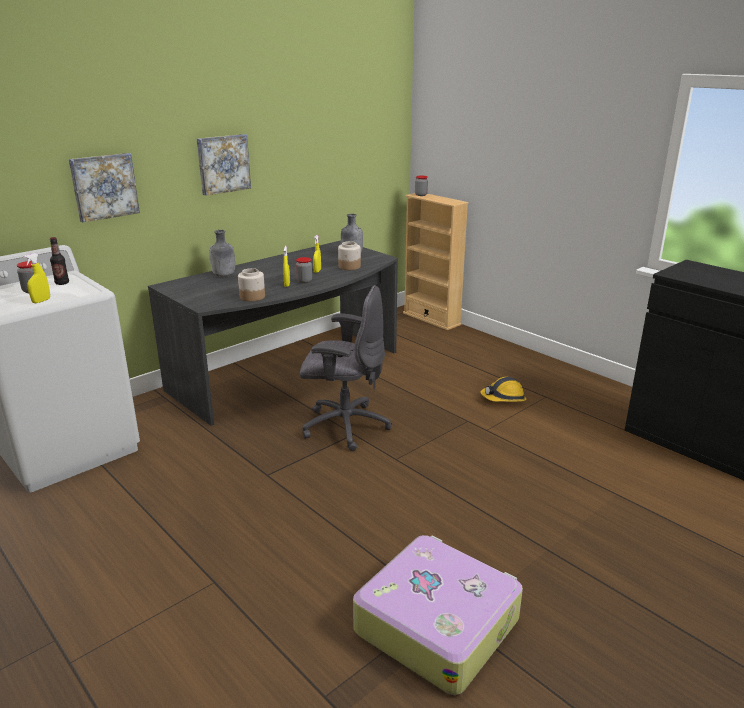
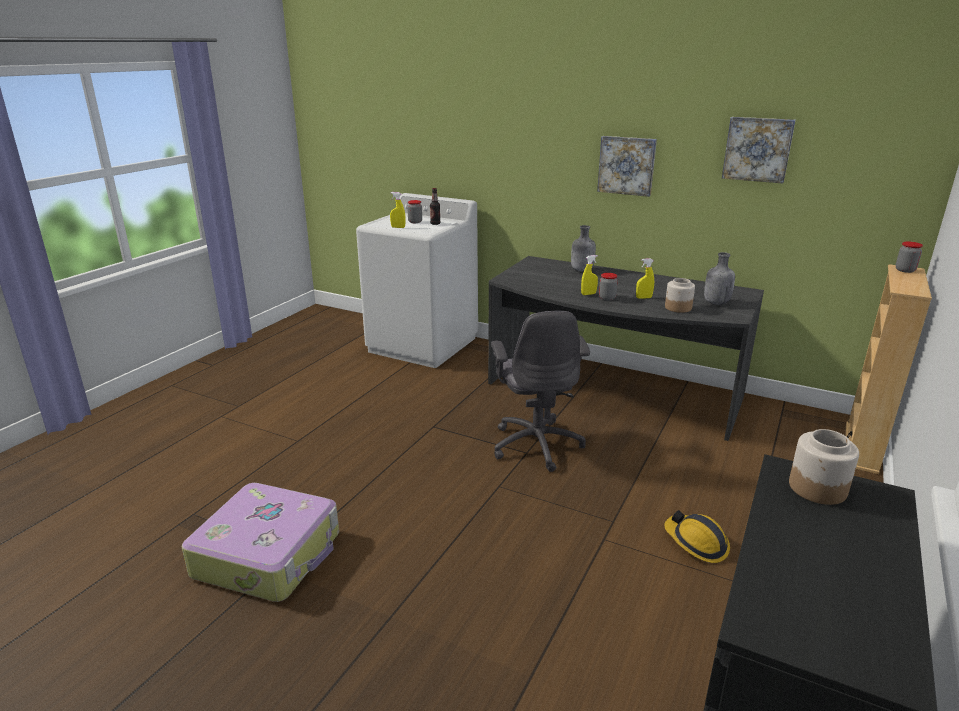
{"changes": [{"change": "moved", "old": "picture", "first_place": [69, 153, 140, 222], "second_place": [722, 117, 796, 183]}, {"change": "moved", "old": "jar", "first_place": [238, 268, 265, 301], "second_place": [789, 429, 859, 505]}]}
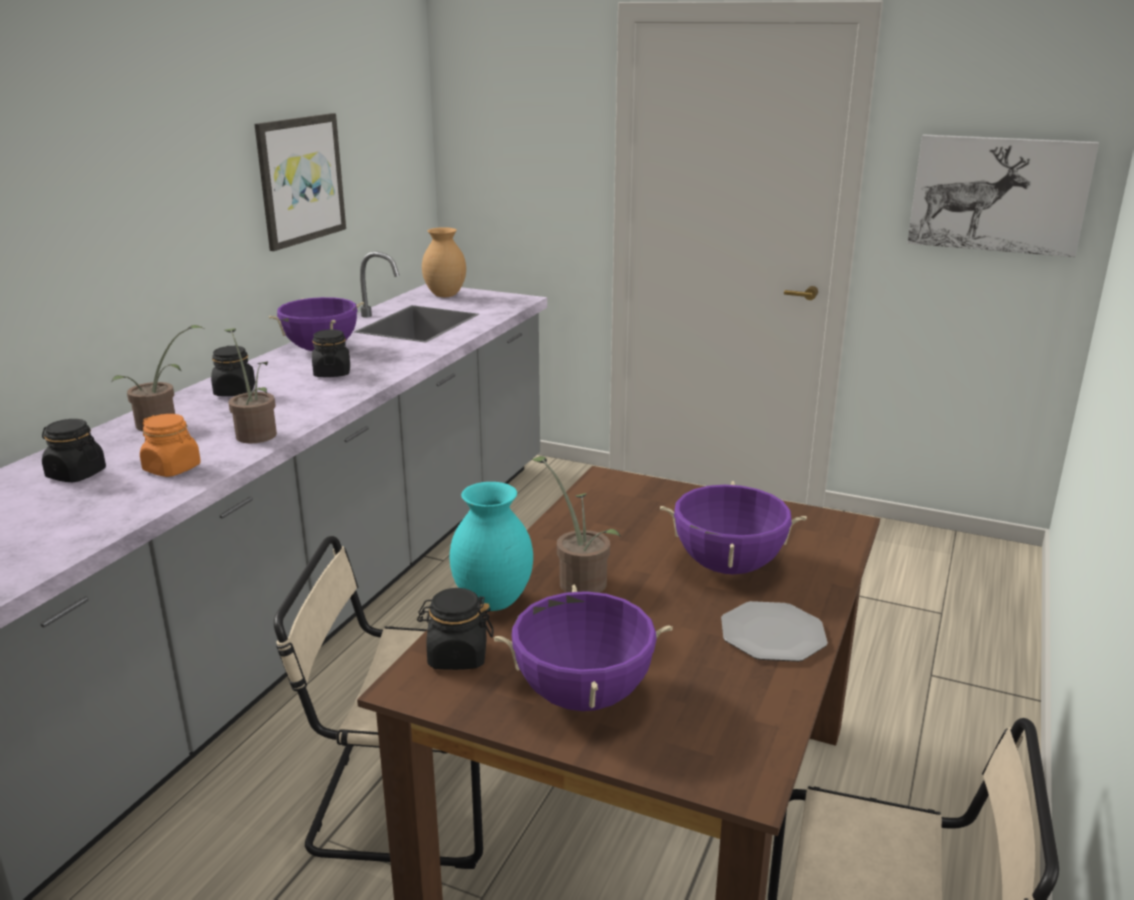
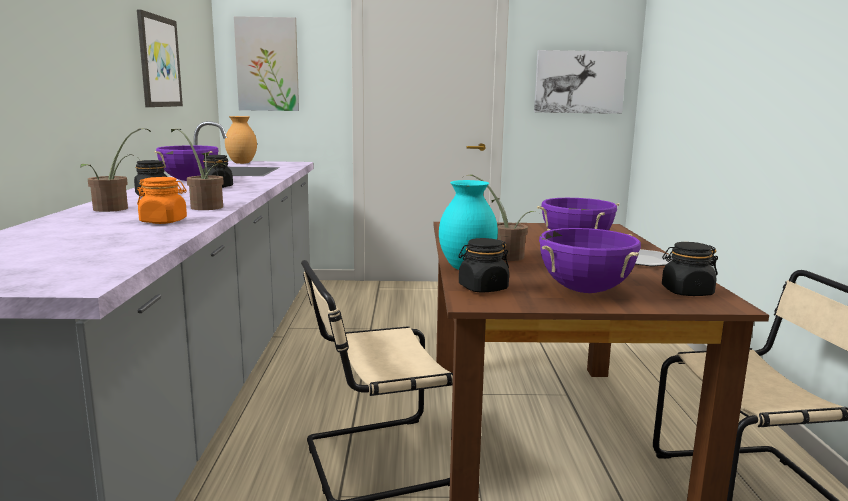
{"changes": [{"change": "moved", "old": "blackish jar", "first_place": [42, 419, 106, 482], "second_place": [662, 242, 718, 296]}, {"change": "added", "new": "picture", "second_place": [234, 16, 299, 111]}]}
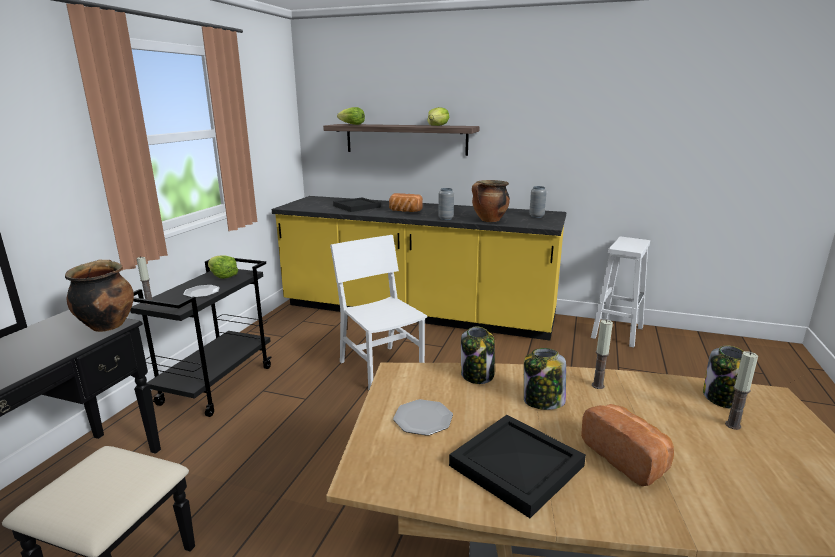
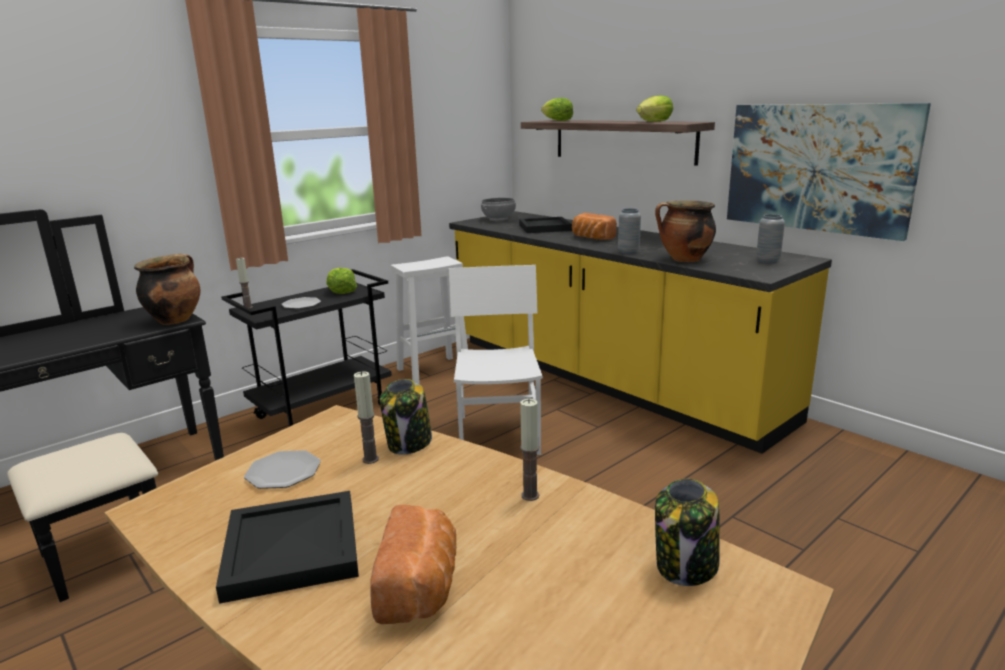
{"changes": [{"change": "removed", "old": "jar", "first_place": [524, 348, 566, 410]}, {"change": "moved", "old": "white sitting stool", "first_place": [591, 237, 650, 348], "second_place": [390, 256, 468, 384]}, {"change": "moved", "old": "wax light", "first_place": [725, 351, 758, 430], "second_place": [354, 371, 379, 464]}, {"change": "added", "new": "gray bowl", "second_place": [481, 198, 516, 221]}, {"change": "added", "new": "picture", "second_place": [727, 103, 931, 241]}]}
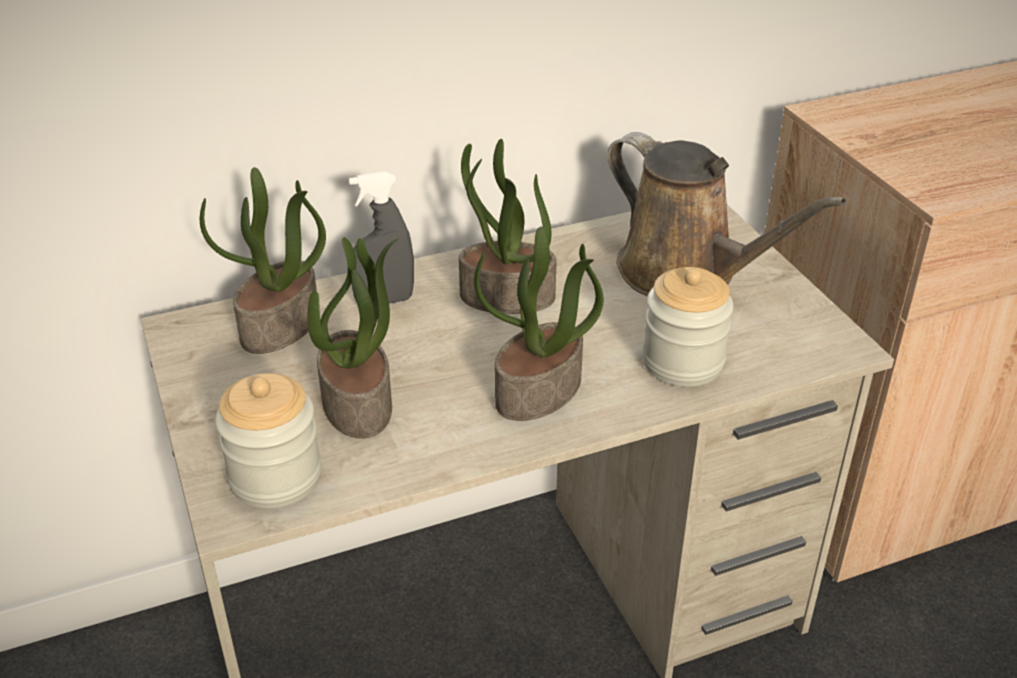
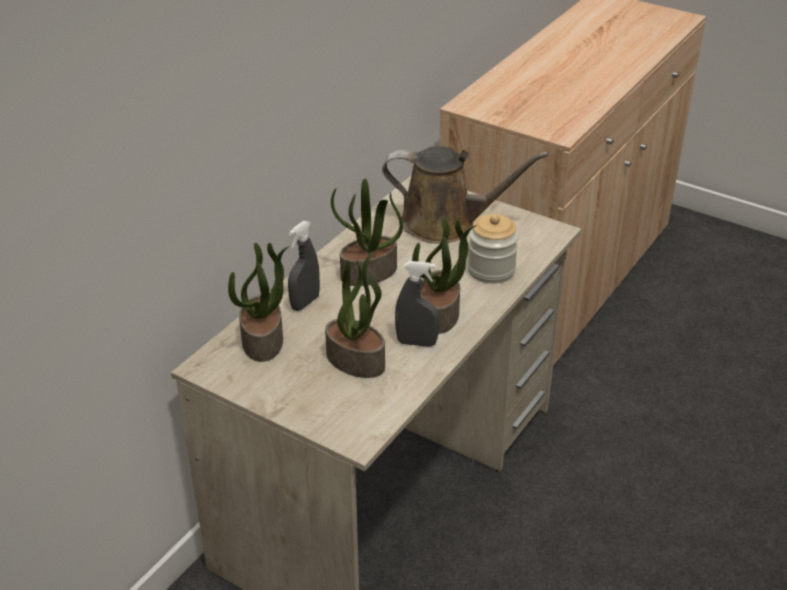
{"changes": [{"change": "removed", "old": "jar", "first_place": [215, 373, 321, 508]}, {"change": "added", "new": "gray sprayer", "second_place": [395, 261, 440, 347]}]}
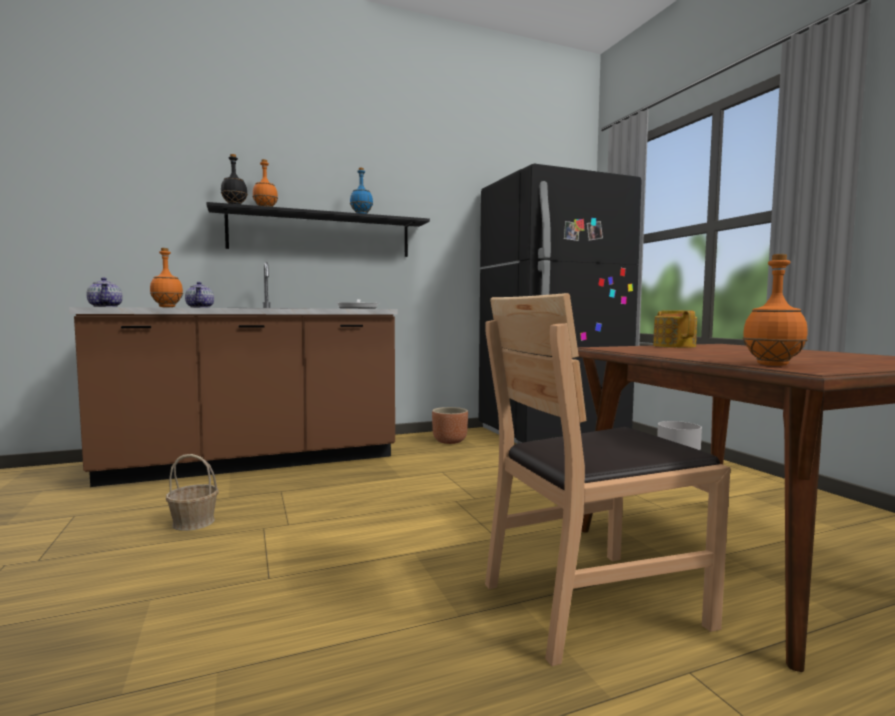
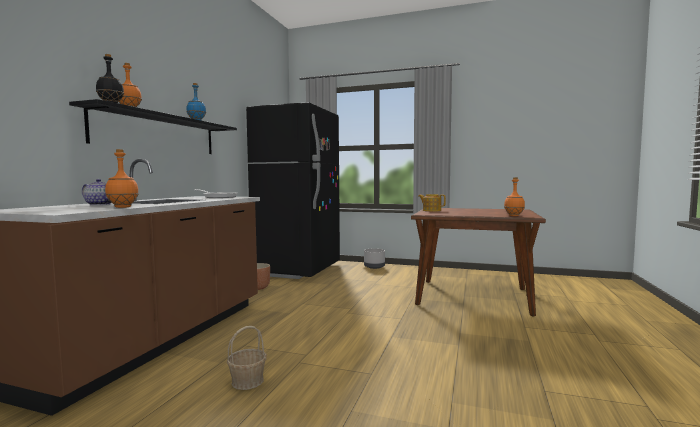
{"changes": [{"change": "removed", "old": "pot for tea", "first_place": [86, 277, 123, 307]}, {"change": "removed", "old": "brownish plain chair", "first_place": [485, 293, 730, 666]}]}
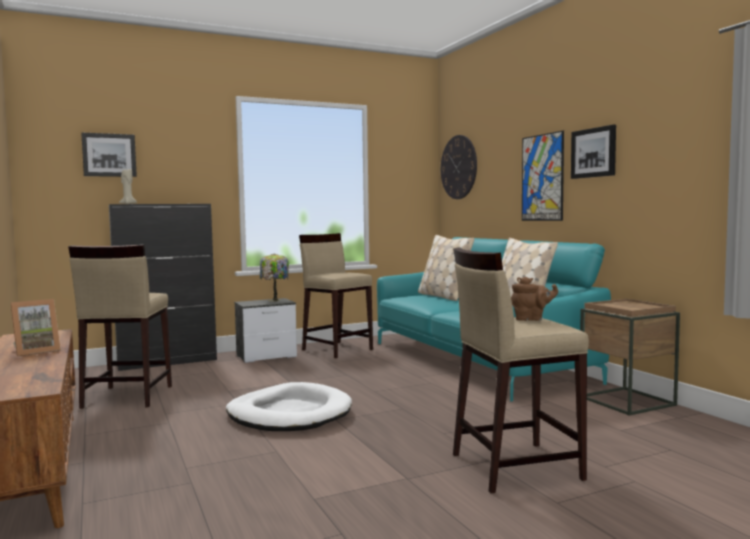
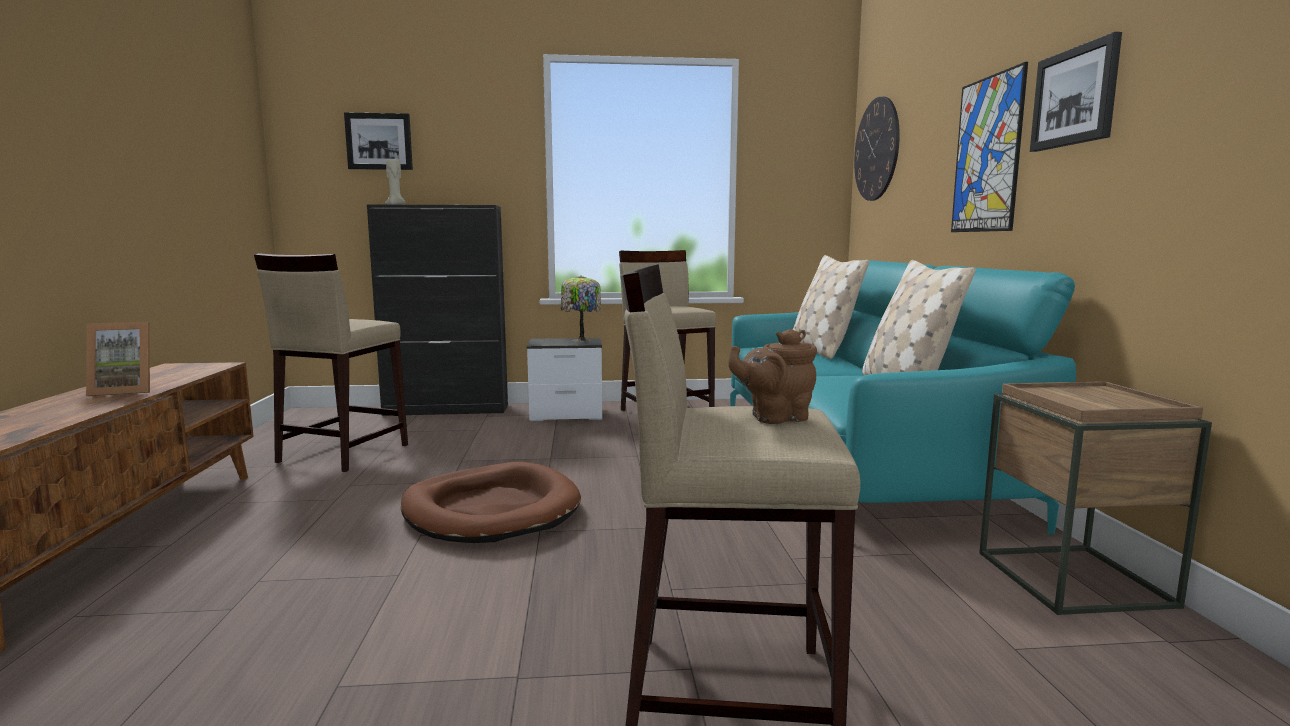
{"changes": [{"change": "recoloured", "old": "white dog cushion", "new": "brownish dog cushion", "first_place": [226, 382, 352, 431], "second_place": [401, 462, 581, 543]}, {"change": "turned", "old": "brownish pot for tea", "first_place": [511, 277, 558, 321], "second_place": [728, 329, 817, 424], "degrees": 135}]}
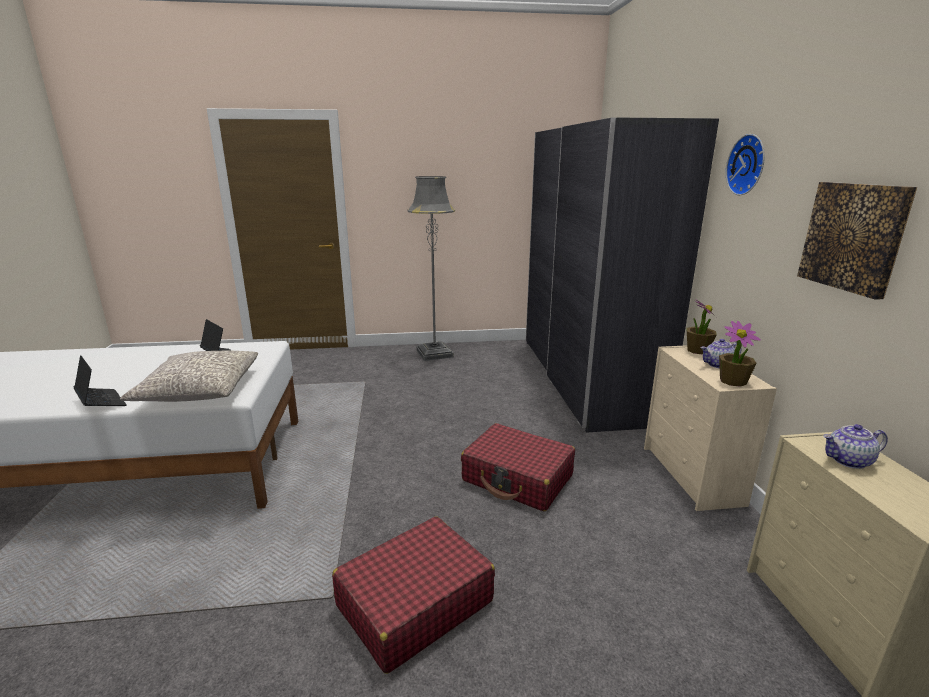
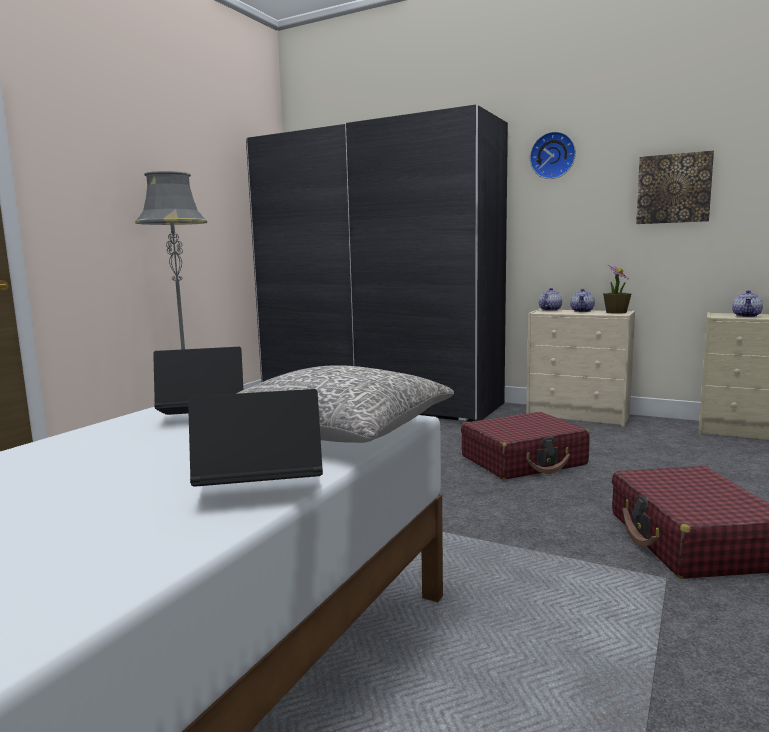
{"changes": [{"change": "replaced", "old": "potted plant", "new": "pot for tea", "first_place": [686, 300, 717, 355], "second_place": [539, 288, 562, 311]}]}
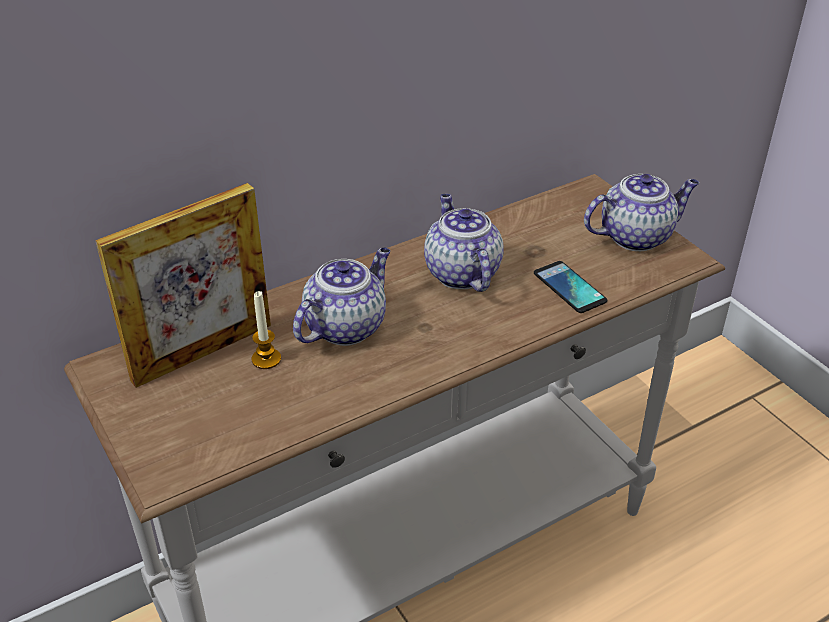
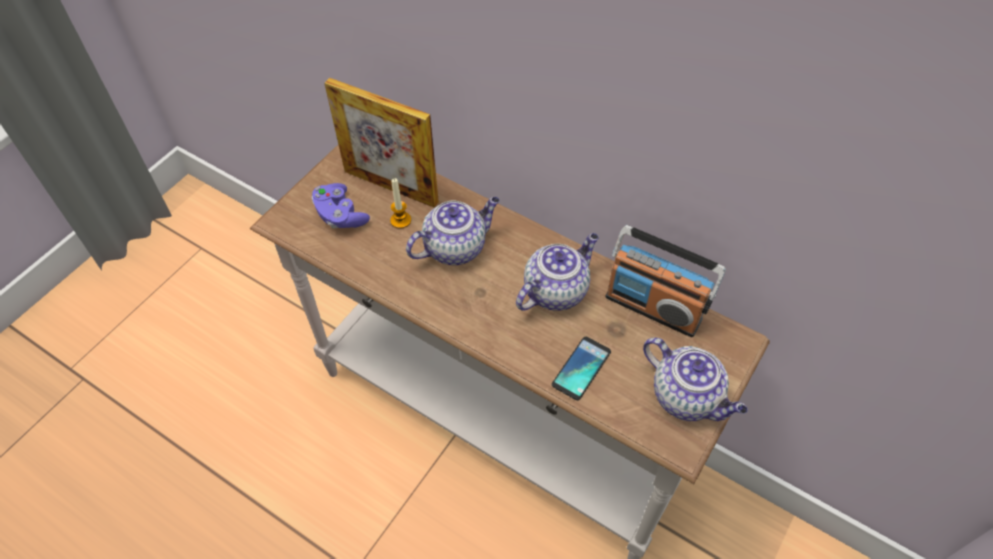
{"changes": [{"change": "turned", "old": "pot for tea", "first_place": [293, 248, 390, 346], "second_place": [406, 197, 500, 265], "degrees": -45}, {"change": "added", "new": "purplish gamepad", "second_place": [311, 183, 370, 228]}, {"change": "added", "new": "radio receiver", "second_place": [606, 225, 726, 337]}]}
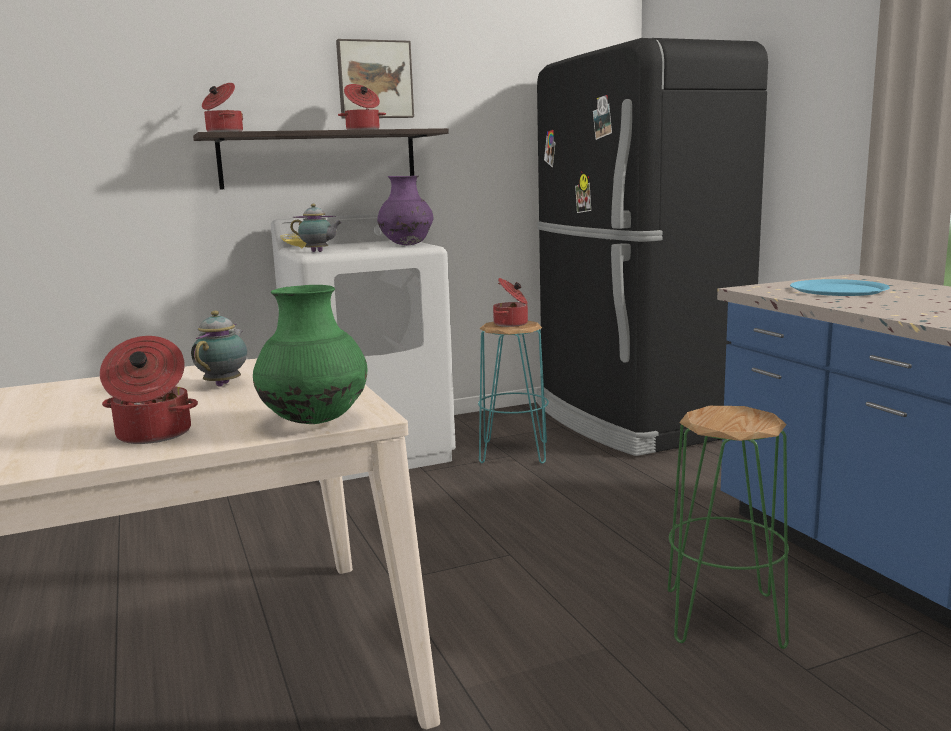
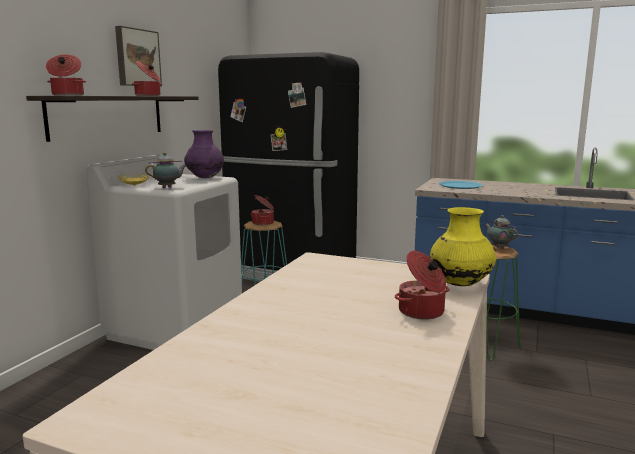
{"changes": [{"change": "moved", "old": "pot for tea", "first_place": [191, 311, 247, 387], "second_place": [484, 215, 518, 249]}, {"change": "recoloured", "old": "green decorative vase", "new": "yellow decorative vase", "first_place": [253, 285, 367, 424], "second_place": [430, 207, 496, 286]}]}
